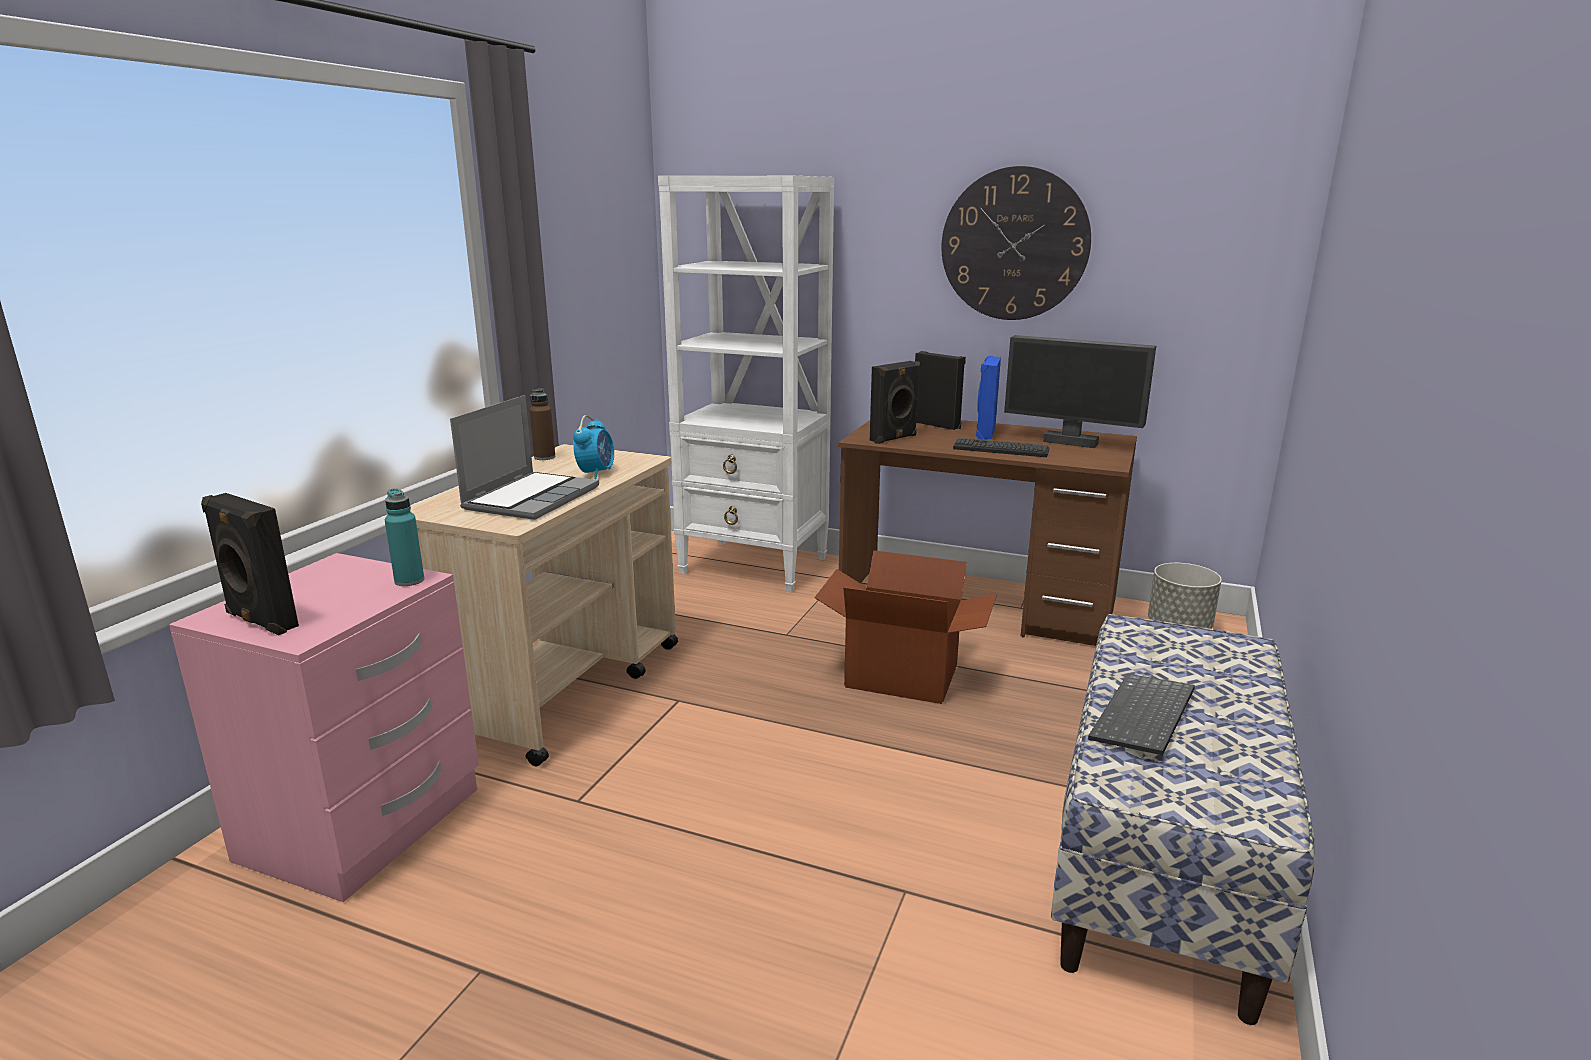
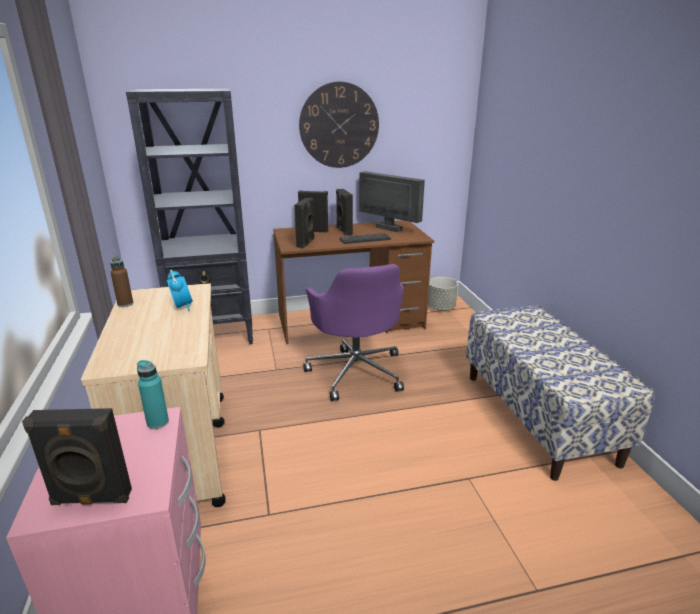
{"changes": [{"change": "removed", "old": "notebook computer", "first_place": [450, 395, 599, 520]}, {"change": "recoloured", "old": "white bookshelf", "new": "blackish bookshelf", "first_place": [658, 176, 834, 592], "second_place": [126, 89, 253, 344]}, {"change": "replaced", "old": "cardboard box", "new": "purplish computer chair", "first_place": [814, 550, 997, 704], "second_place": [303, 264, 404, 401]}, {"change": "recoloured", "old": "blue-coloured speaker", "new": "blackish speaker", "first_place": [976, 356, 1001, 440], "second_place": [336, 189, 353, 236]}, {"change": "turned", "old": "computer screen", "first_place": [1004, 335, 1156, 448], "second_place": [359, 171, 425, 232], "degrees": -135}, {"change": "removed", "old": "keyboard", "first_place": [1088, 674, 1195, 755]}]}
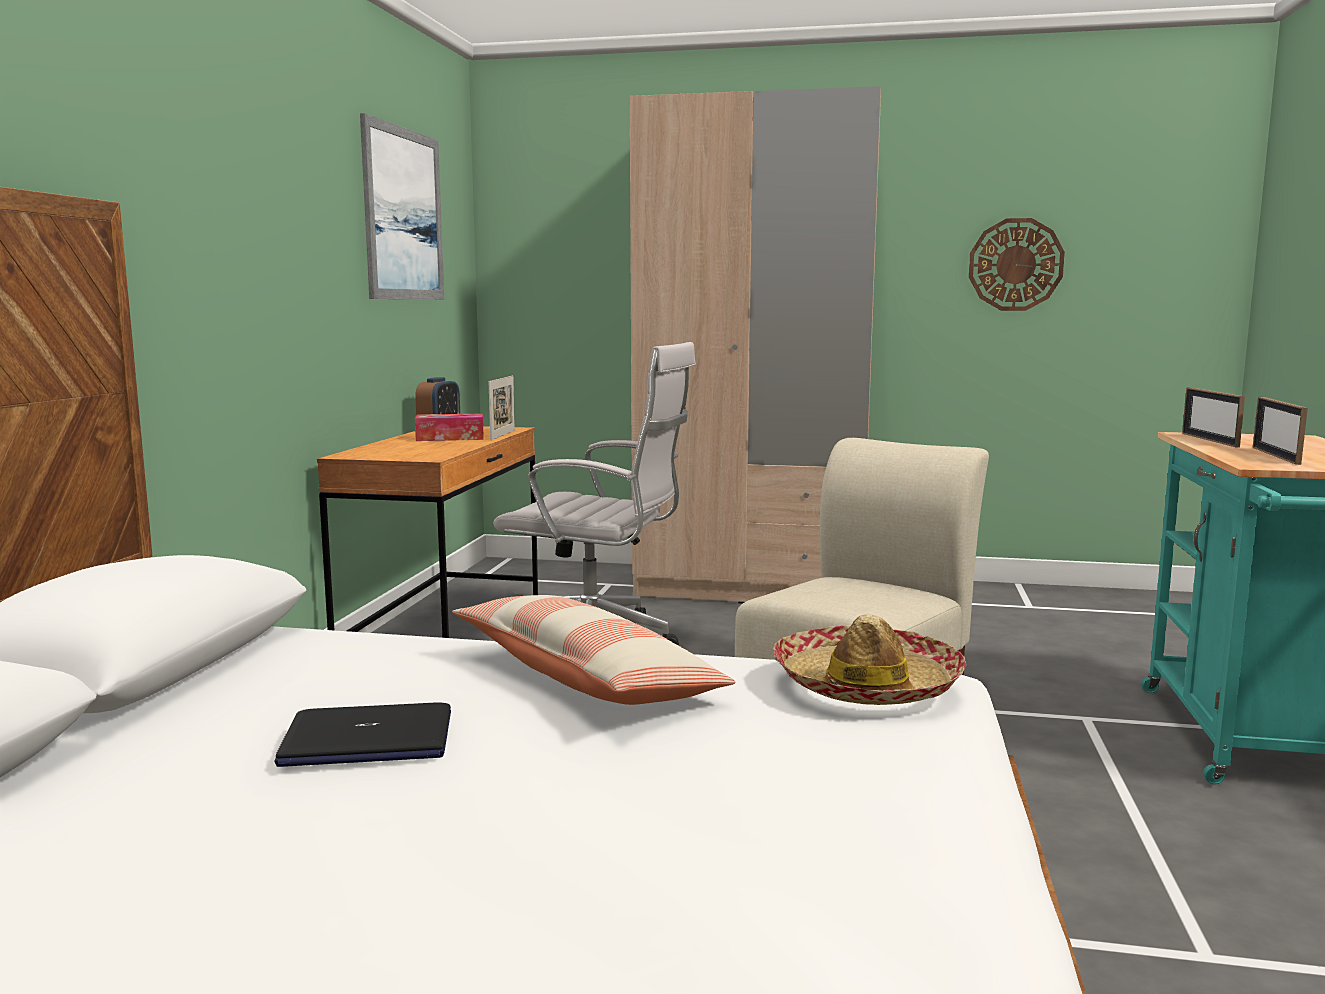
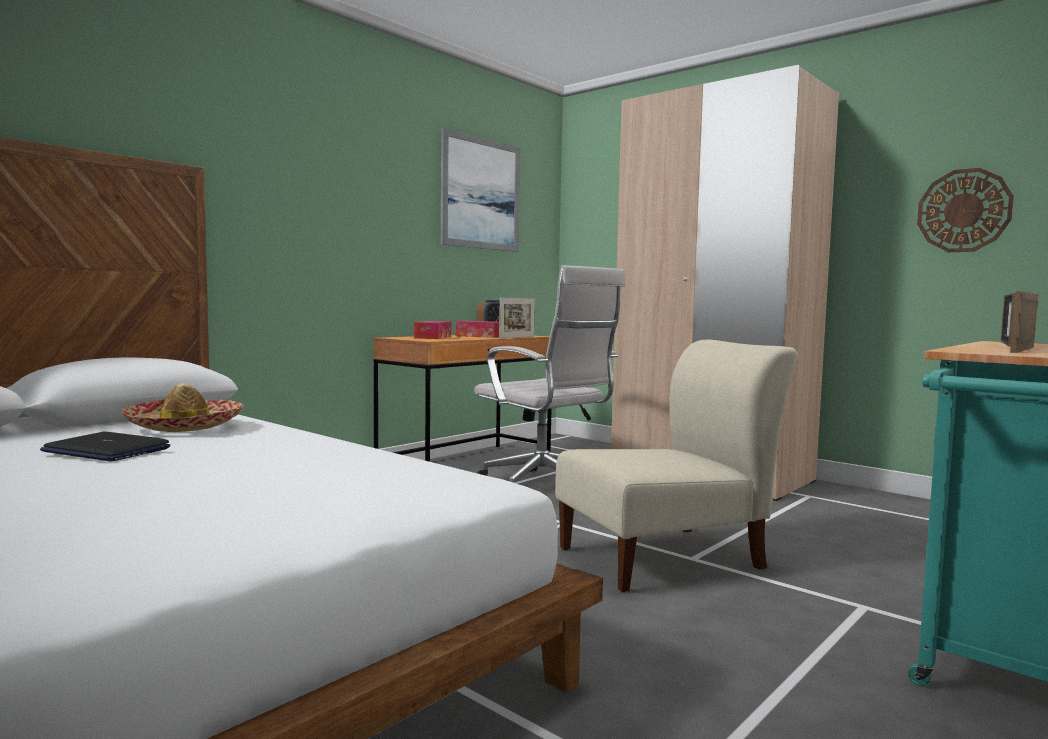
{"changes": [{"change": "removed", "old": "throw pillow", "first_place": [452, 595, 735, 705]}, {"change": "moved", "old": "hat", "first_place": [773, 614, 966, 705], "second_place": [121, 383, 244, 432]}, {"change": "added", "new": "tissue holder", "second_place": [414, 321, 451, 339]}]}
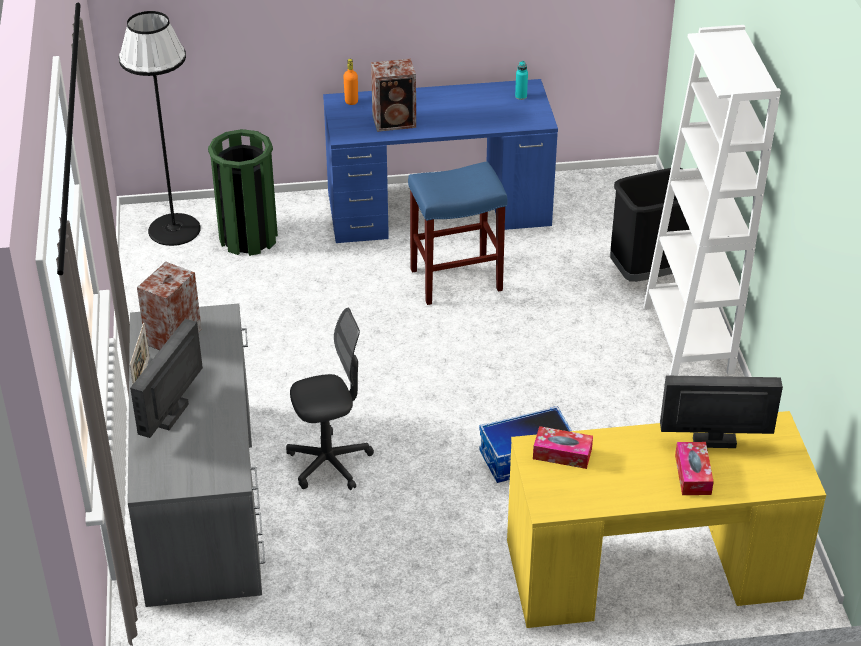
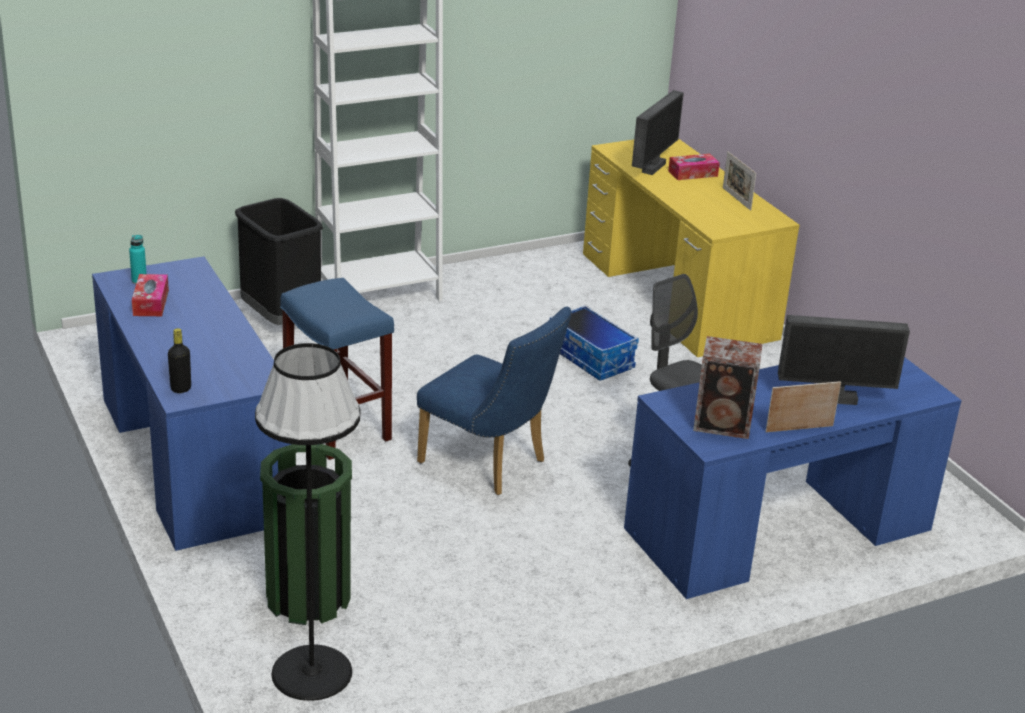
{"changes": [{"change": "recoloured", "old": "gray desk table", "new": "blue-coloured desk table", "first_place": [128, 303, 265, 607], "second_place": [624, 357, 962, 599]}, {"change": "recoloured", "old": "orangey drink bottle", "new": "blackish drink bottle", "first_place": [343, 59, 358, 105], "second_place": [168, 328, 191, 393]}, {"change": "removed", "old": "speaker", "first_place": [371, 59, 416, 132]}, {"change": "moved", "old": "tissue holder", "first_place": [533, 426, 593, 469], "second_place": [132, 274, 169, 316]}, {"change": "turned", "old": "computer screen", "first_place": [660, 375, 783, 448], "second_place": [632, 90, 684, 175], "degrees": -135}, {"change": "added", "new": "blue-coloured plain chair", "second_place": [417, 307, 572, 495]}, {"change": "added", "new": "photo frame", "second_place": [723, 152, 756, 211]}]}
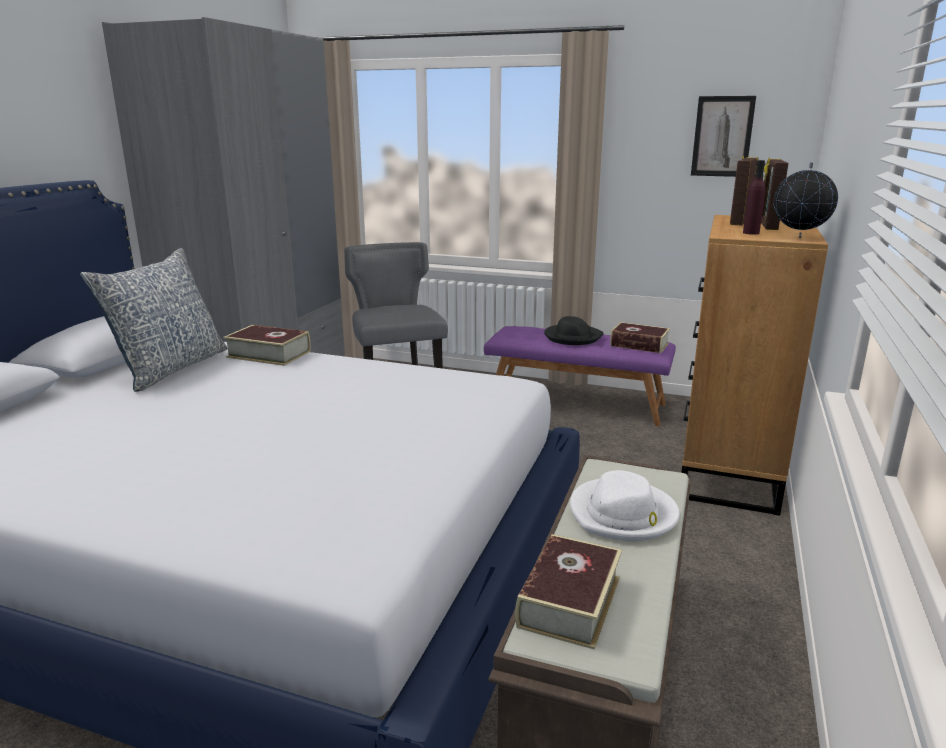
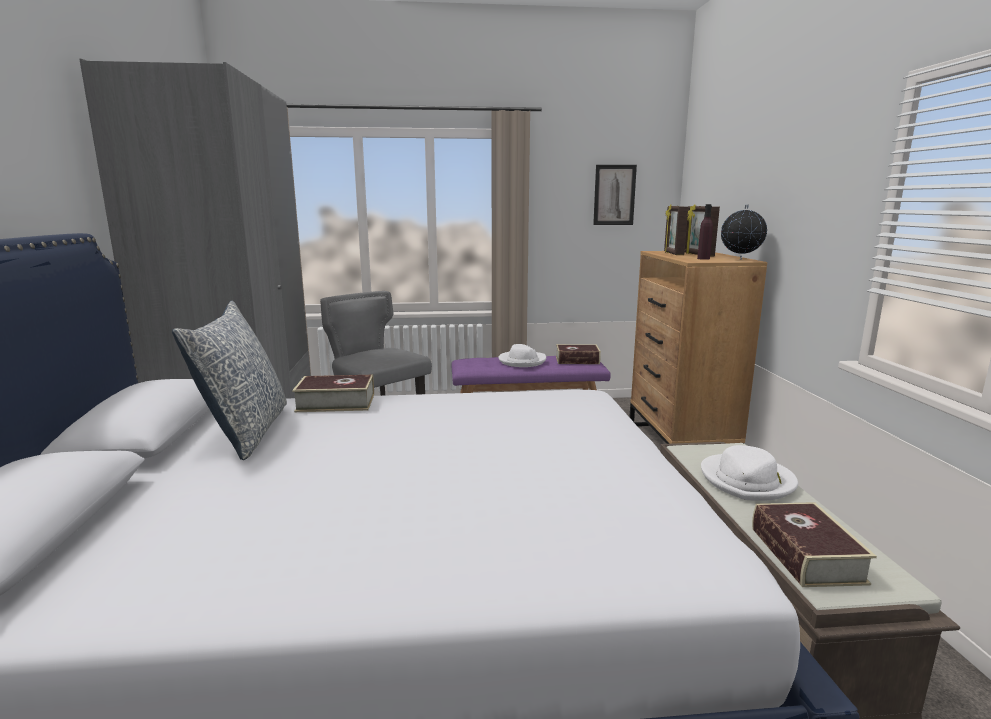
{"changes": [{"change": "recoloured", "old": "blackish hat", "new": "white hat", "first_place": [544, 316, 604, 345], "second_place": [498, 344, 546, 367]}]}
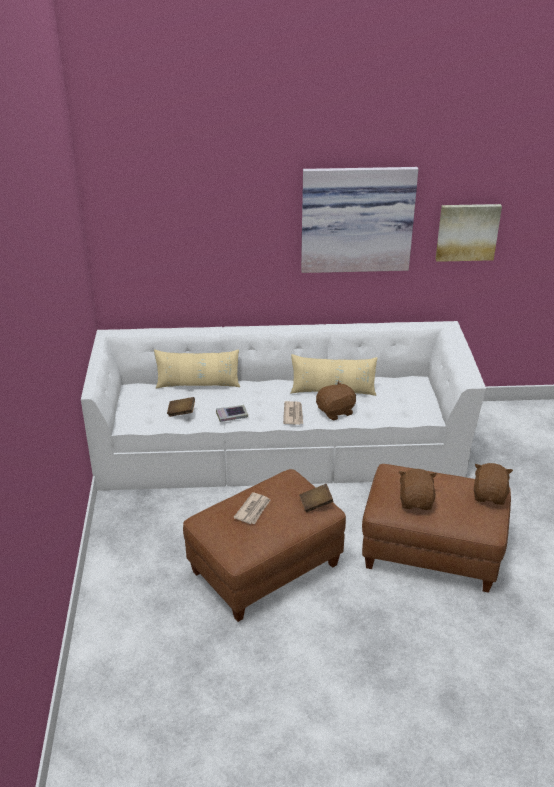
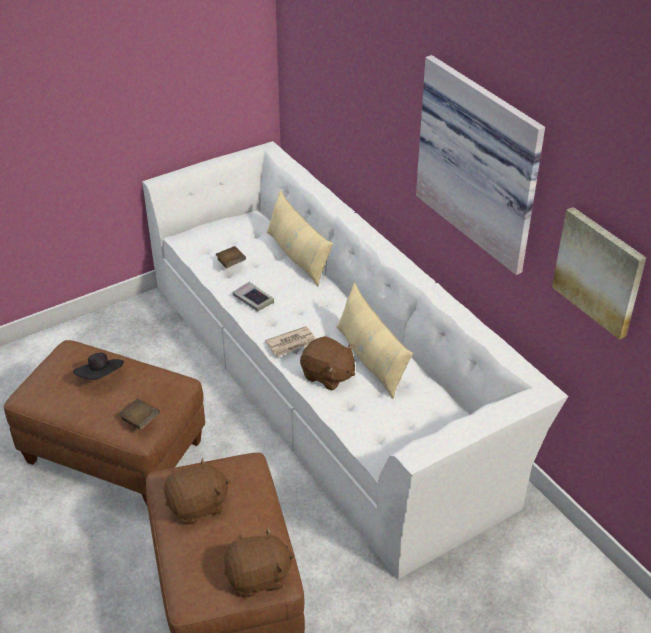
{"changes": [{"change": "replaced", "old": "newspaper", "new": "blackish hat", "first_place": [233, 492, 270, 524], "second_place": [73, 353, 124, 380]}]}
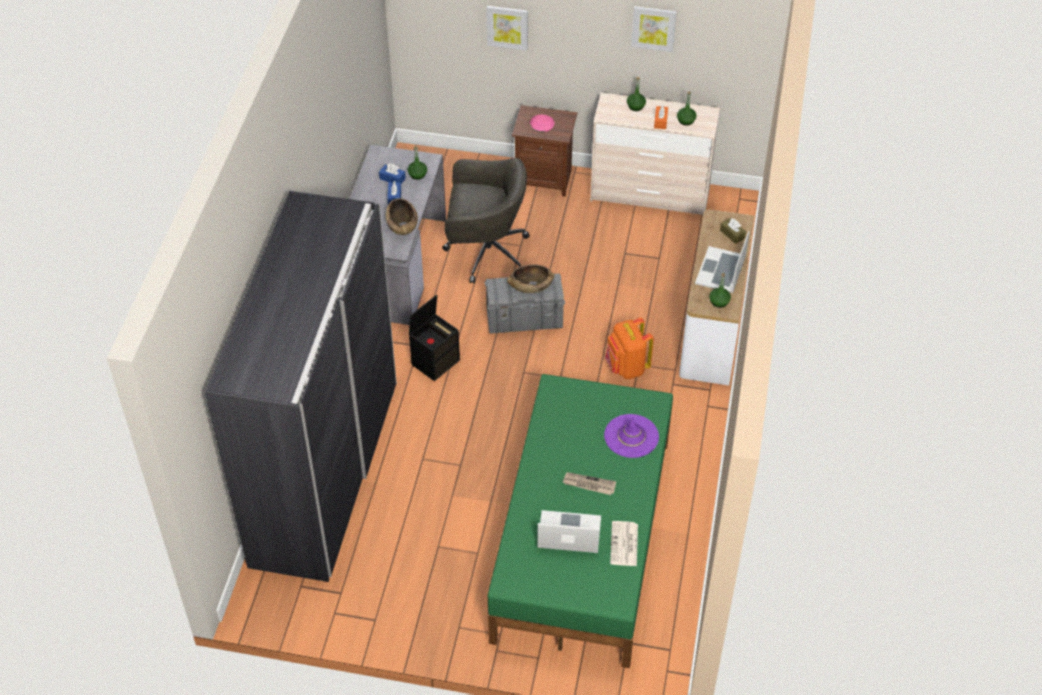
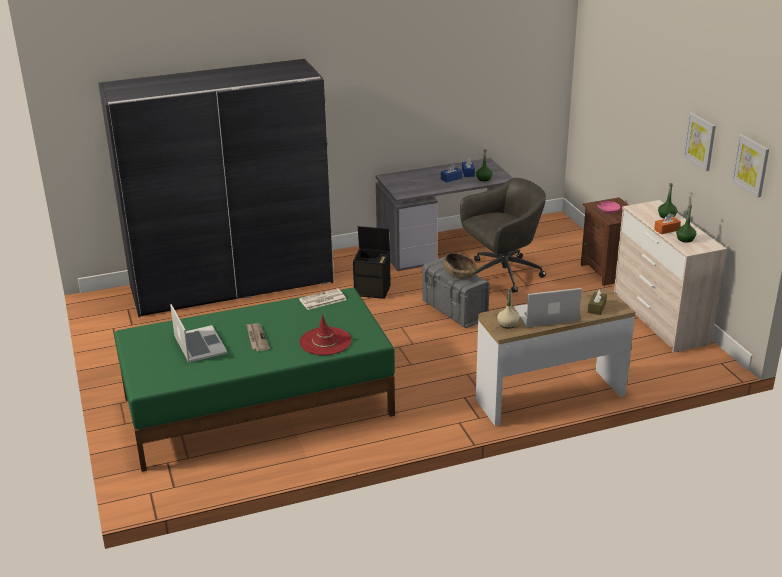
{"changes": [{"change": "removed", "old": "brownish bowl", "first_place": [386, 198, 418, 235]}, {"change": "turned", "old": "gray computer chair", "first_place": [442, 158, 530, 283], "second_place": [460, 178, 546, 293], "degrees": -90}, {"change": "moved", "old": "picture", "first_place": [486, 6, 528, 51], "second_place": [731, 134, 769, 197]}, {"change": "recoloured", "old": "purplish hat", "new": "red-coloured hat", "first_place": [604, 414, 659, 458], "second_place": [300, 315, 352, 355]}, {"change": "removed", "old": "orangey backpack", "first_place": [605, 317, 654, 379]}, {"change": "moved", "old": "newspaper", "first_place": [610, 521, 638, 566], "second_place": [299, 288, 346, 310]}, {"change": "recoloured", "old": "green drink bottle", "new": "beige-coloured drink bottle", "first_place": [709, 273, 731, 308], "second_place": [497, 288, 519, 329]}]}
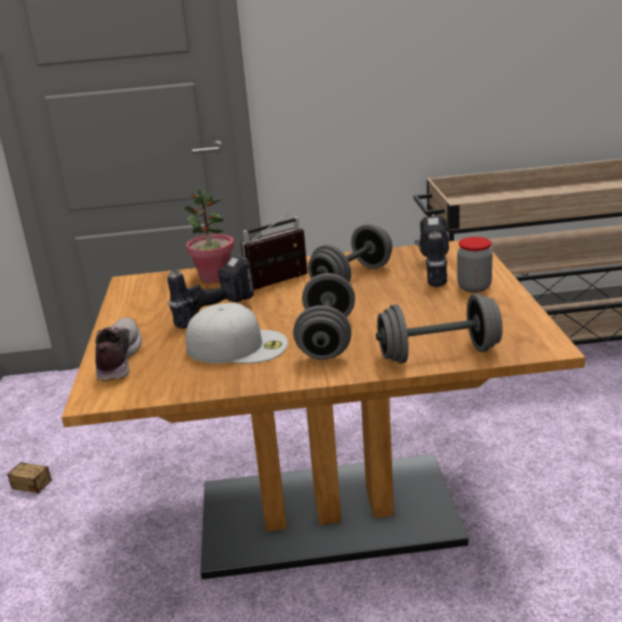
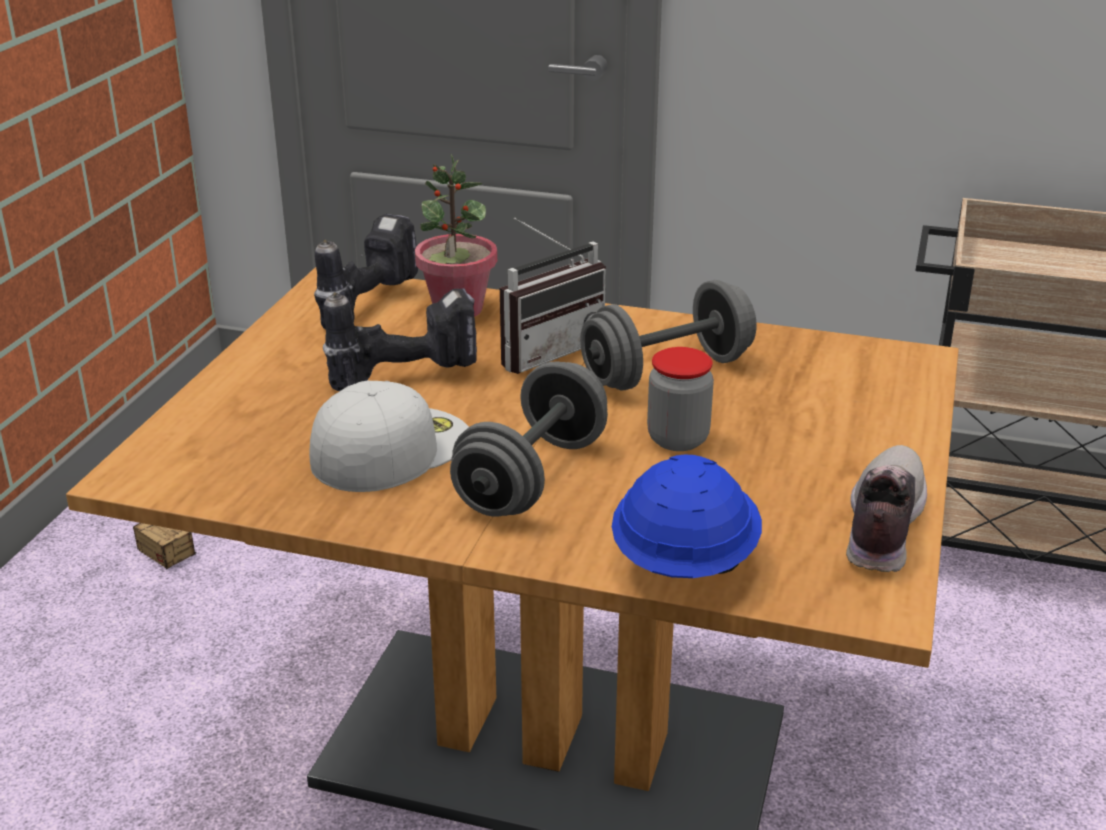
{"changes": [{"change": "moved", "old": "shoe", "first_place": [95, 317, 142, 381], "second_place": [846, 445, 927, 572]}, {"change": "turned", "old": "white peaked cap", "first_place": [186, 303, 288, 363], "second_place": [309, 380, 469, 492], "degrees": -75}, {"change": "turned", "old": "radio receiver", "first_place": [241, 213, 308, 290], "second_place": [500, 217, 606, 374], "degrees": 150}, {"change": "replaced", "old": "gray hand weight", "new": "blue-coloured work helmet", "first_place": [376, 294, 503, 364], "second_place": [612, 455, 762, 578]}, {"change": "moved", "old": "drill", "first_place": [415, 216, 449, 287], "second_place": [314, 214, 418, 330]}, {"change": "moved", "old": "jar", "first_place": [457, 237, 492, 292], "second_place": [647, 347, 714, 451]}]}
